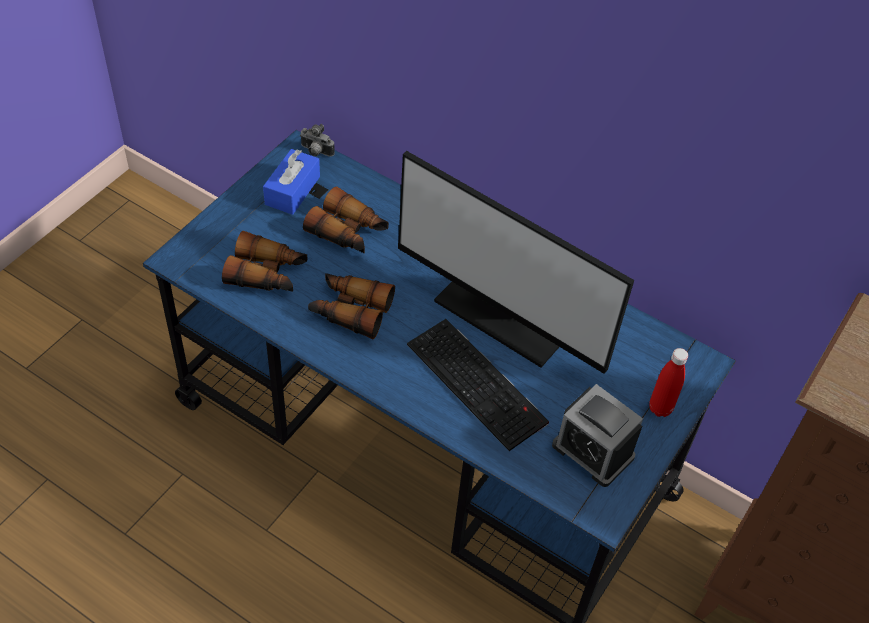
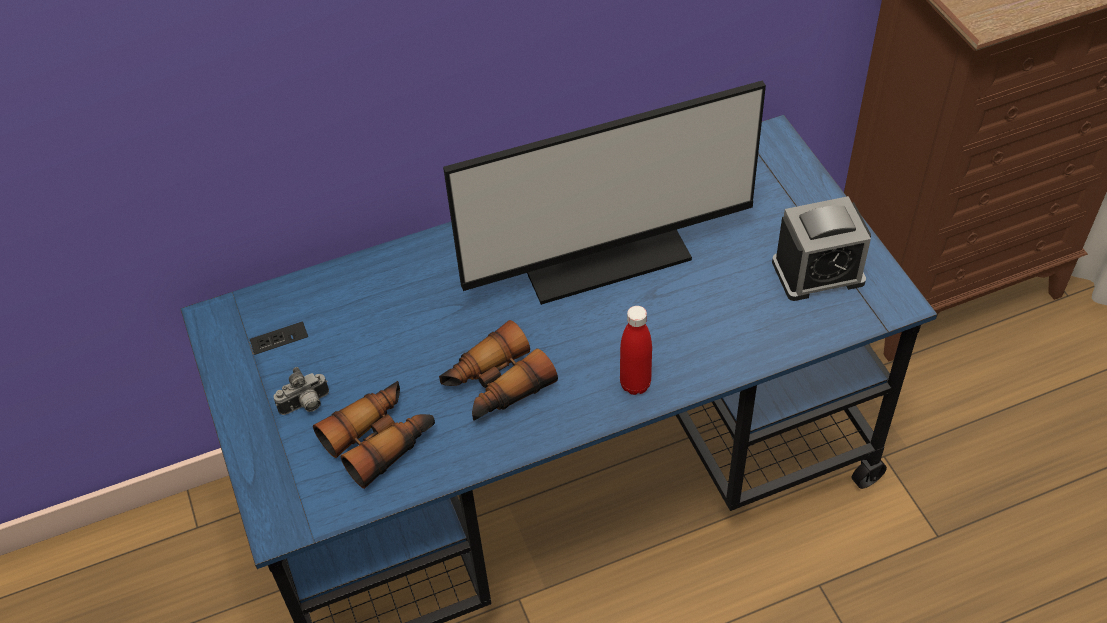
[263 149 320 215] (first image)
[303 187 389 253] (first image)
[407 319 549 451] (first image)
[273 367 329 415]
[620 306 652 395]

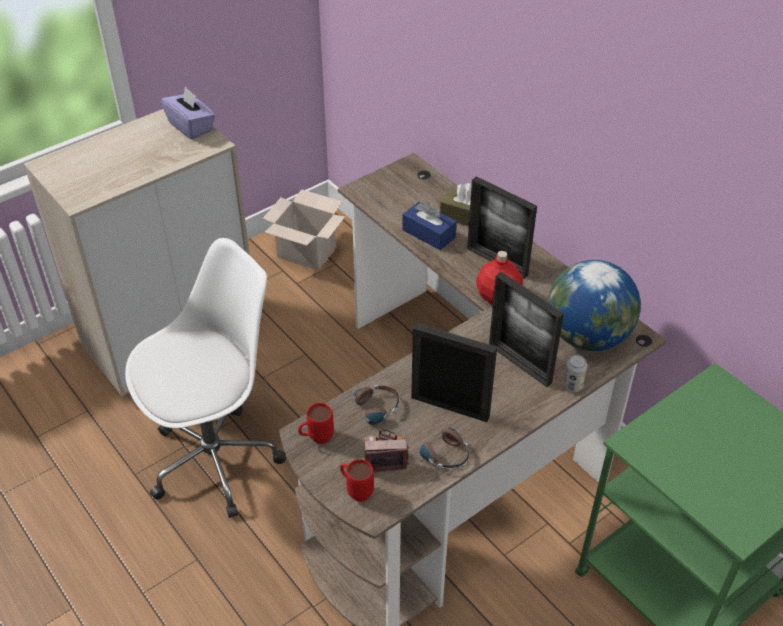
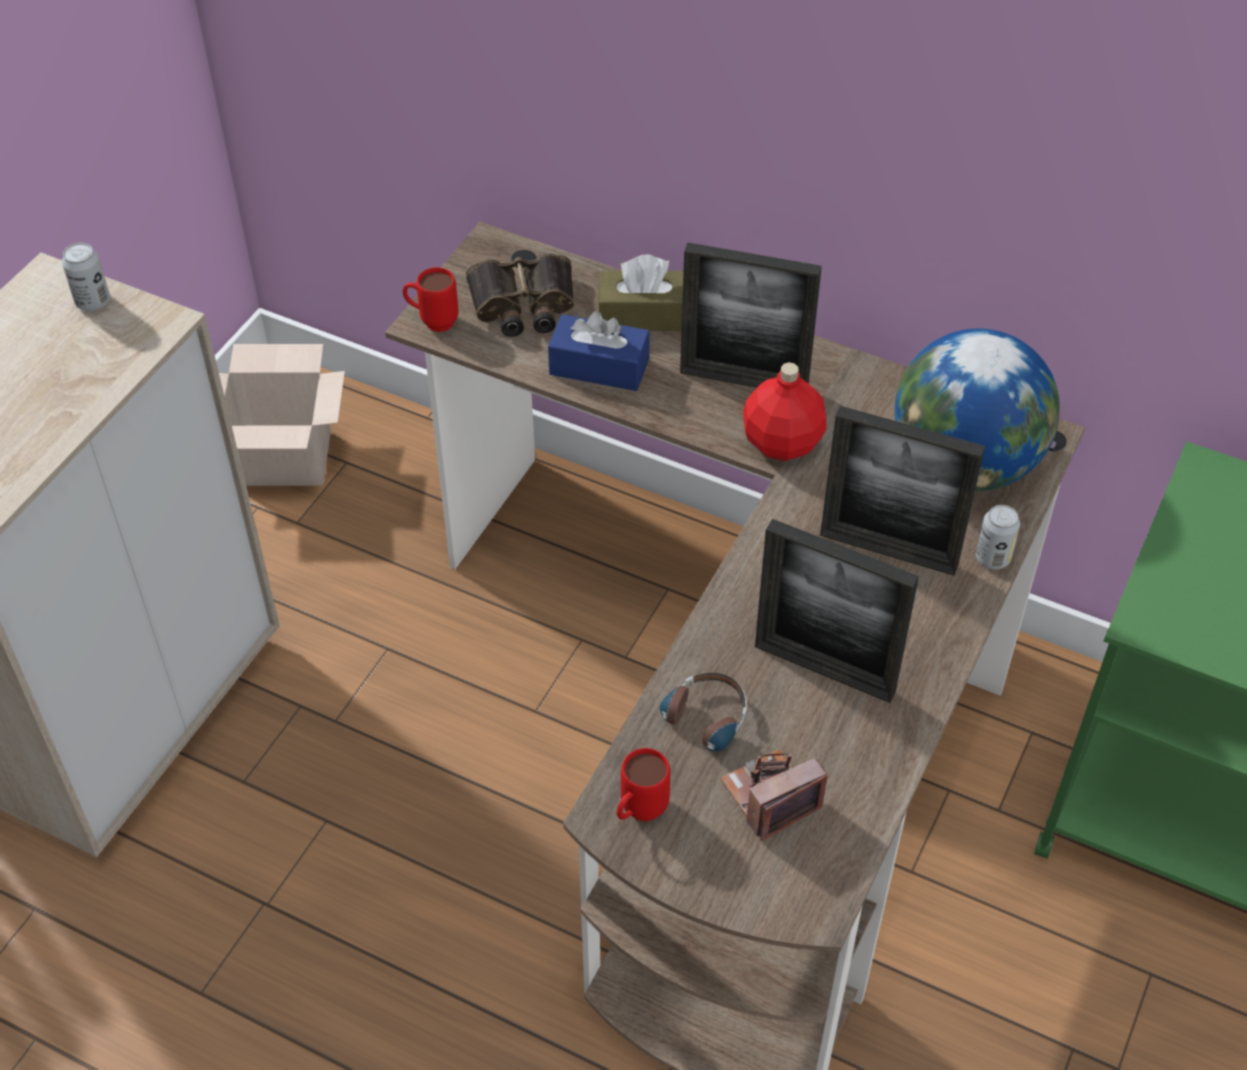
[125 238 286 518] (first image)
[420 422 470 470] (first image)
[466 253 575 337]
[403 267 458 332]
[62 243 110 311]
[755 519 919 703]

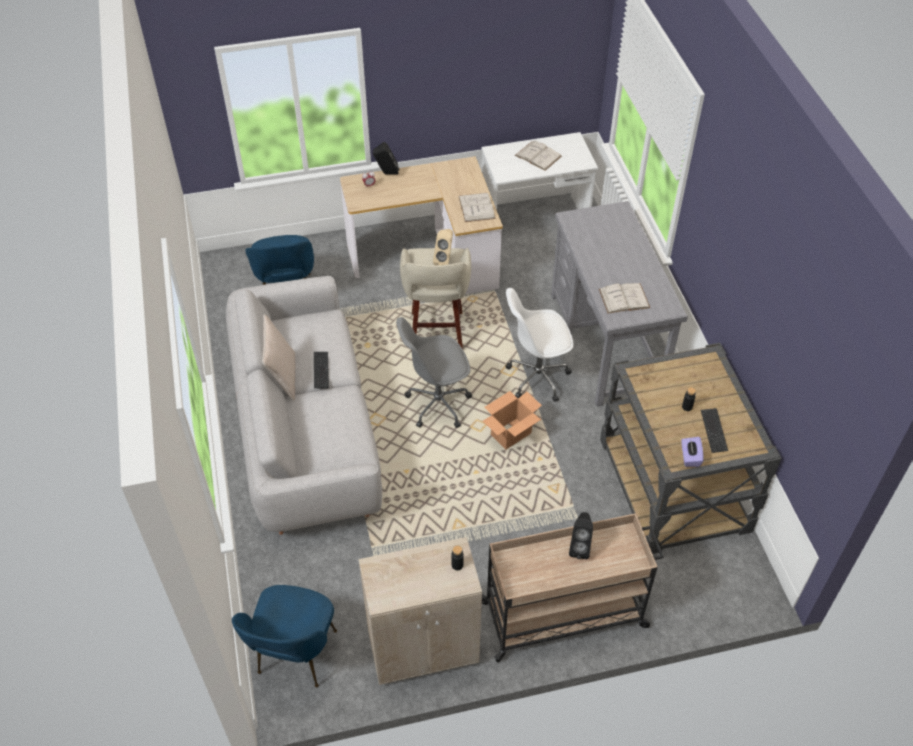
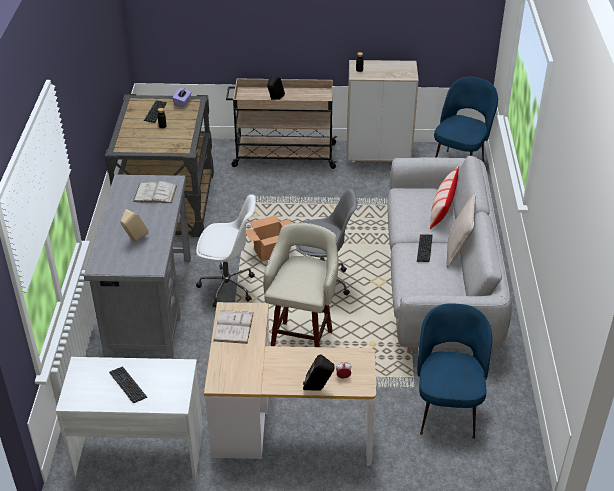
[430 166 459 229]
[120 209 149 241]
[109 366 147 403]

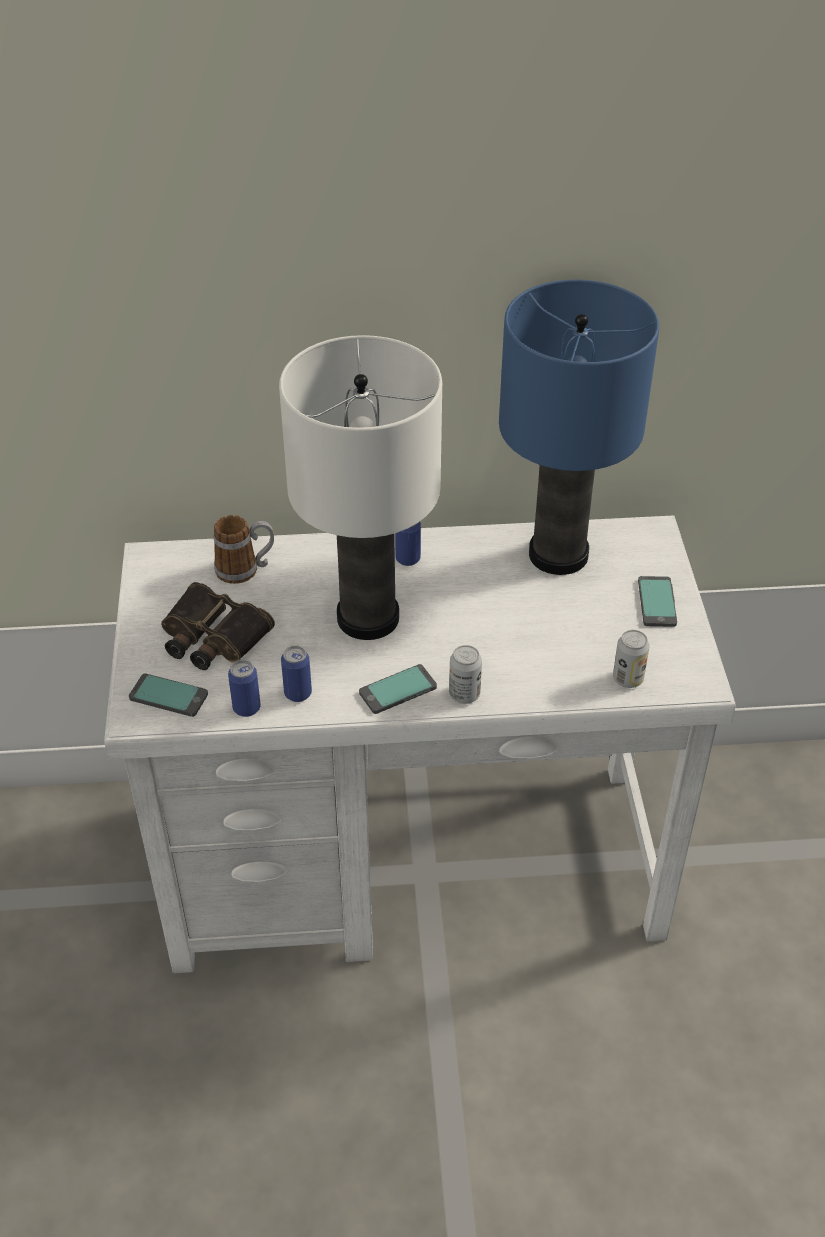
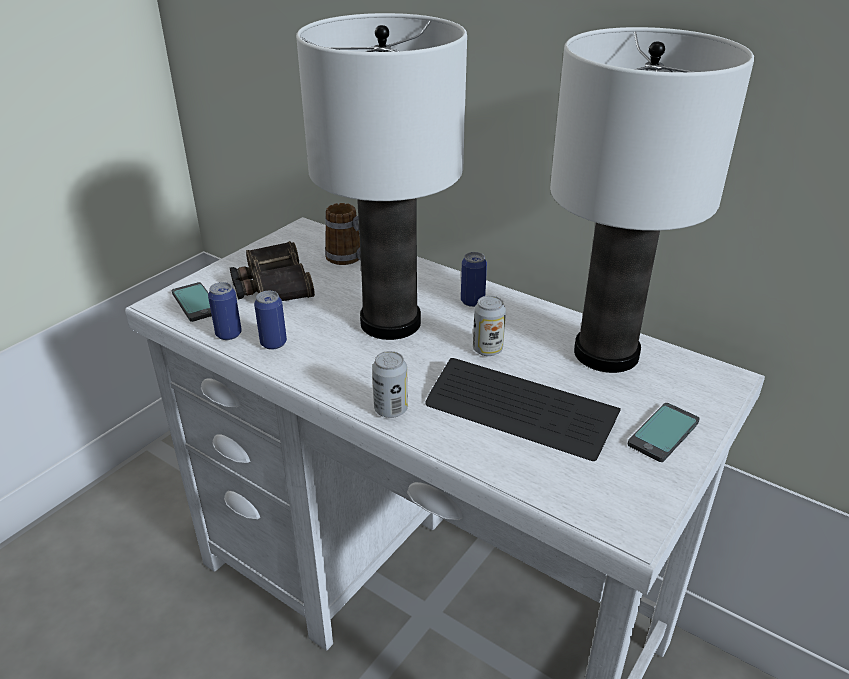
[359 664 437 714] (first image)
[425 358 621 461]
[473 296 506 356]
[550 27 754 373]

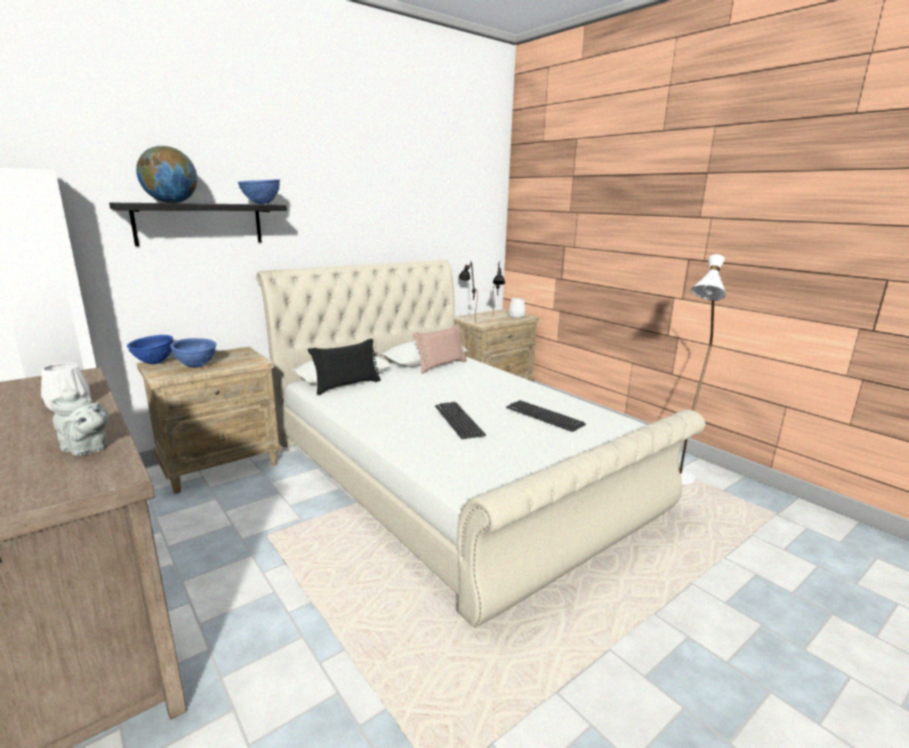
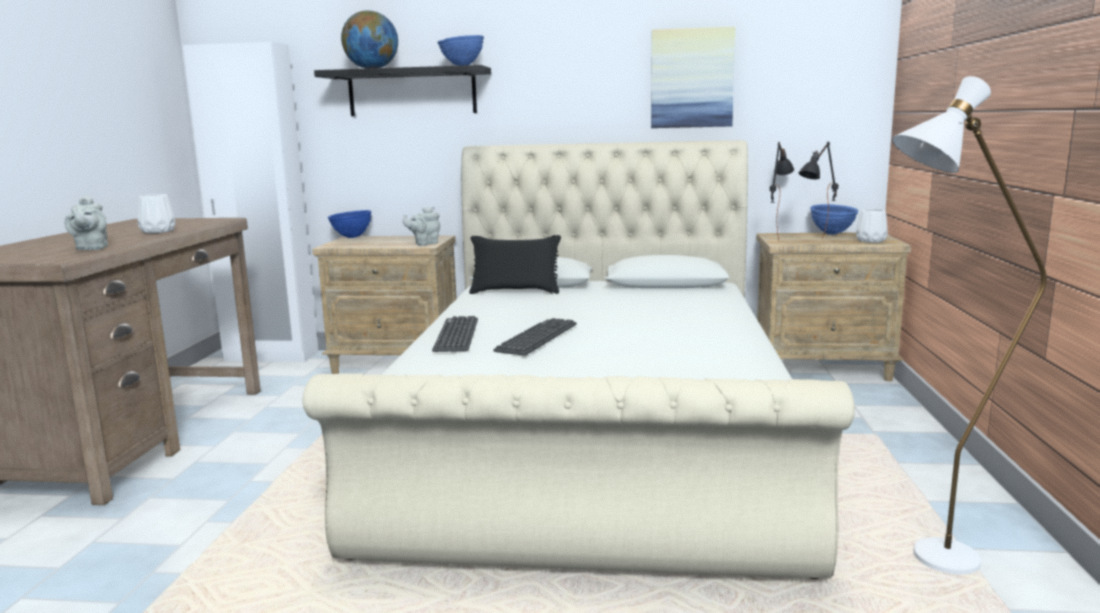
[412 324 467 374] (first image)
[403 207 440 245]
[651 27 735 128]
[810 204 858 235]
[432 316 478 352]

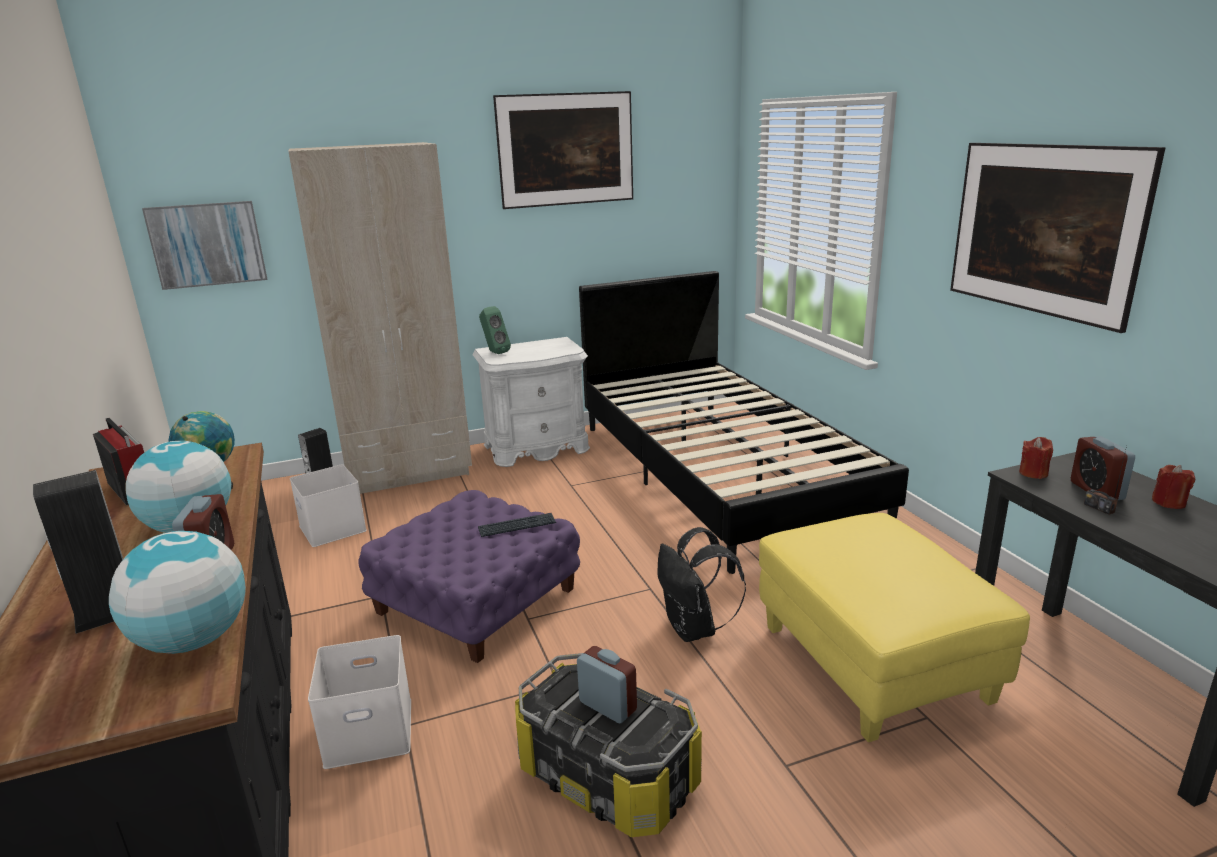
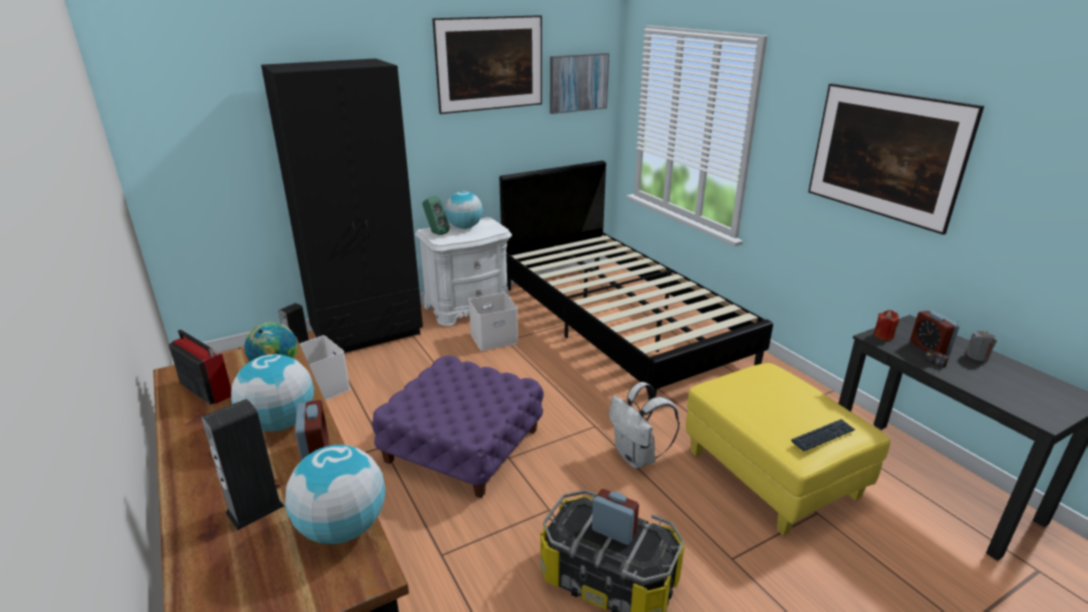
[445 191 483 229]
[550 53 609 114]
[469 293 518 351]
[791 419 855 451]
[261 59 423 355]
[609 382 680 469]
[966 330 997 361]

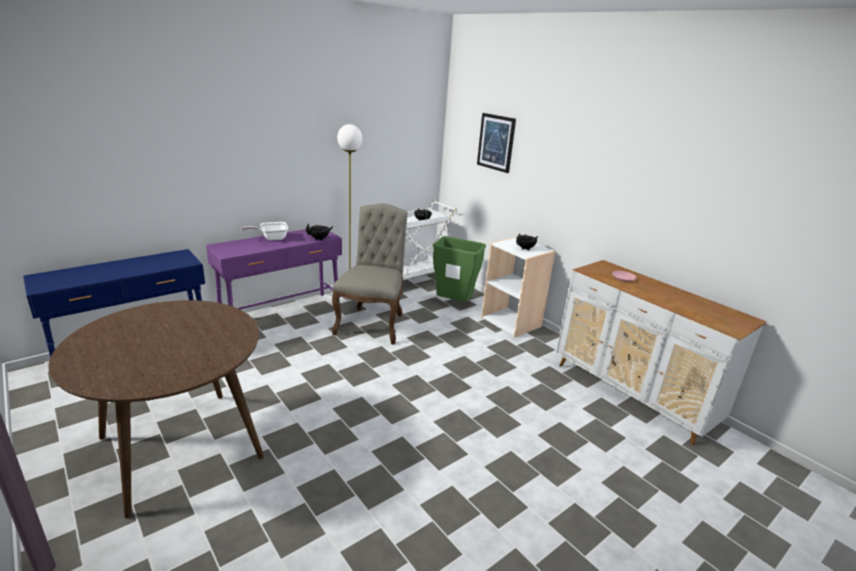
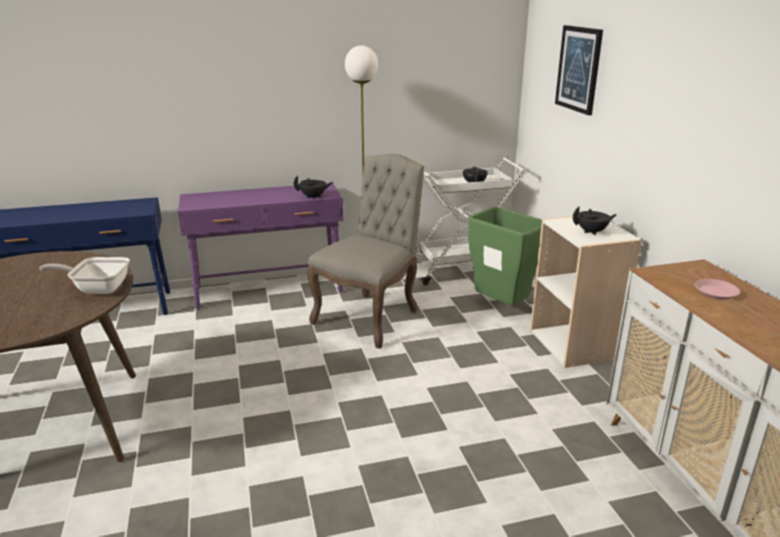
[39 257 130 294]

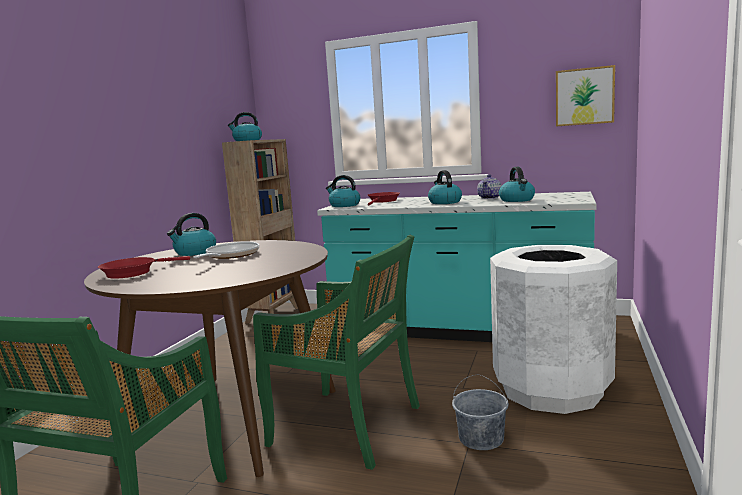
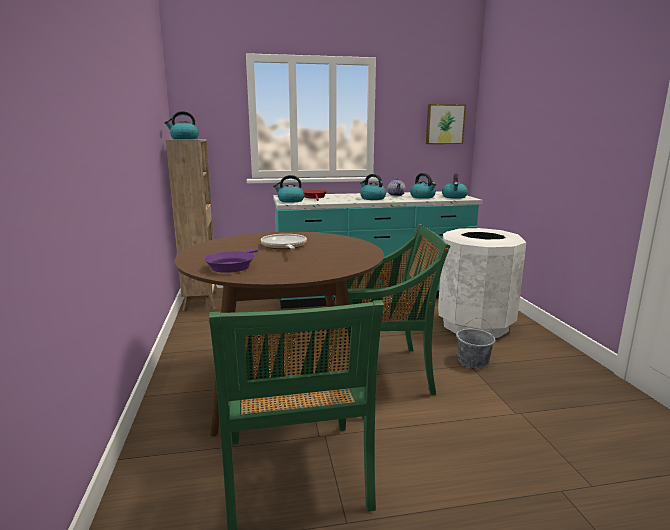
[442 173 468 199]
[204 248 258 273]

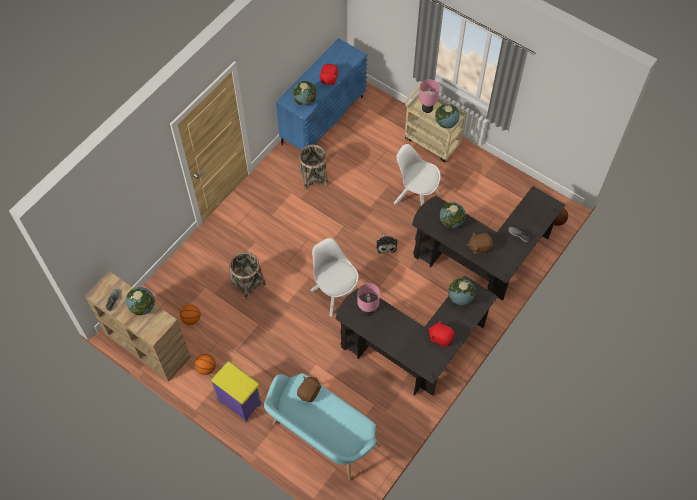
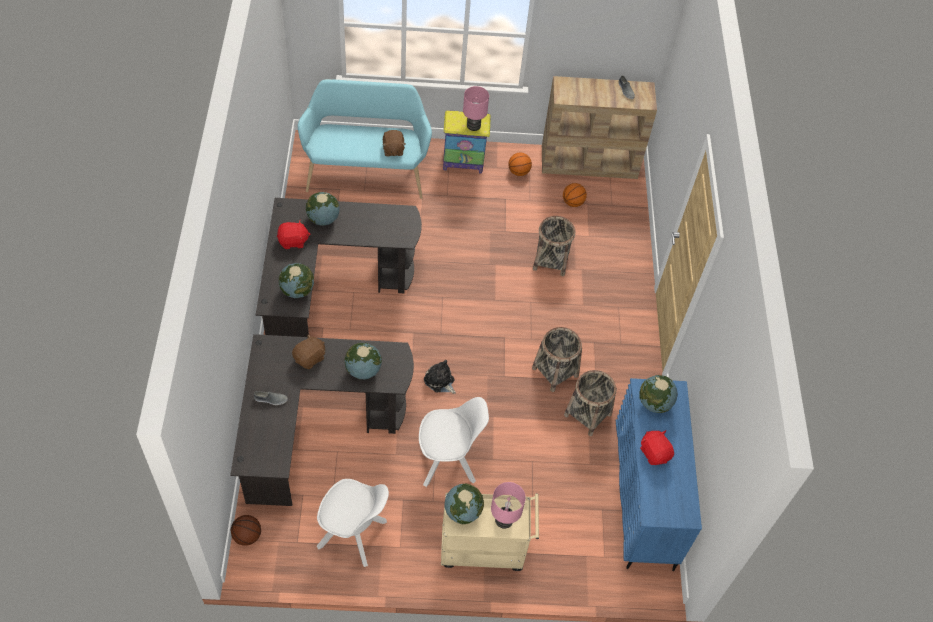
[532 327 582 392]
[306 192 340 226]
[317 479 389 567]
[463 86 489 131]

